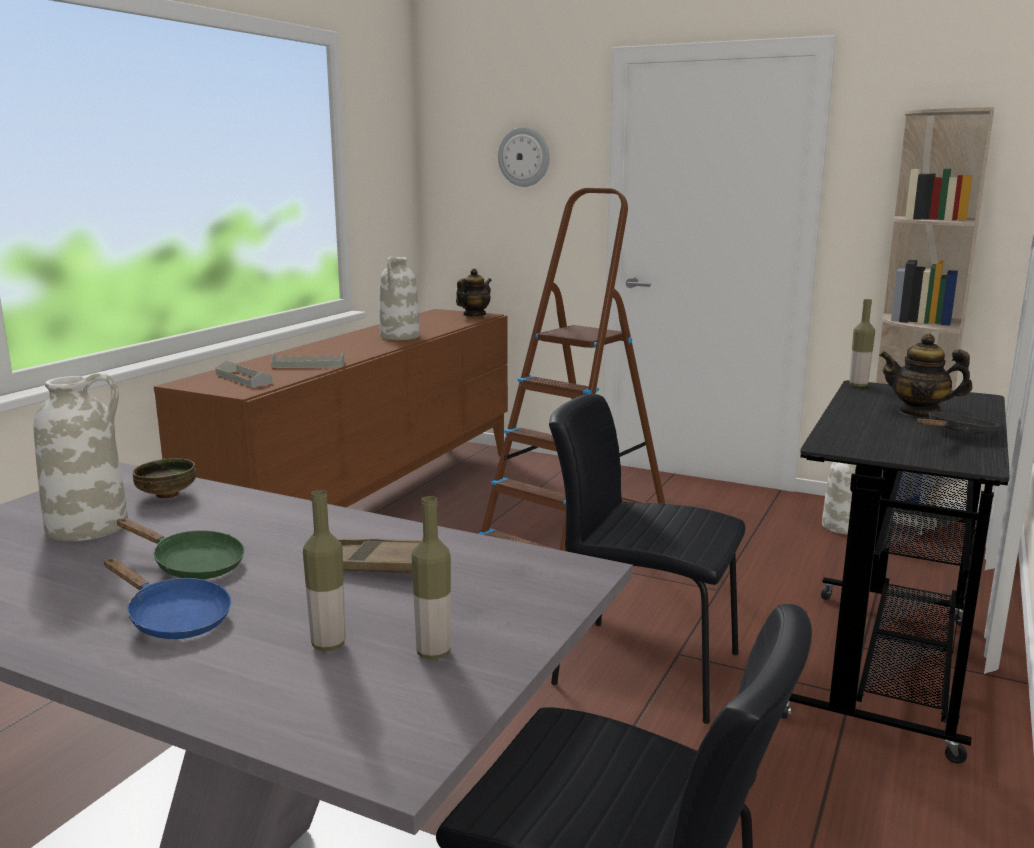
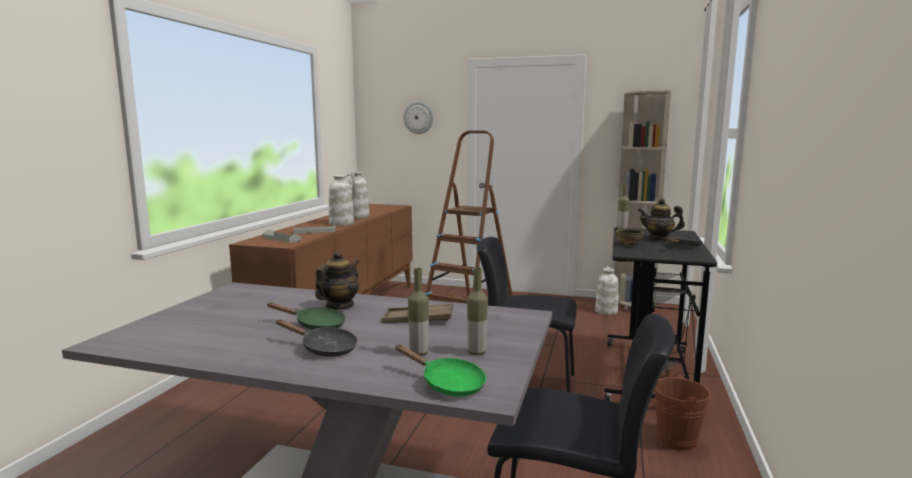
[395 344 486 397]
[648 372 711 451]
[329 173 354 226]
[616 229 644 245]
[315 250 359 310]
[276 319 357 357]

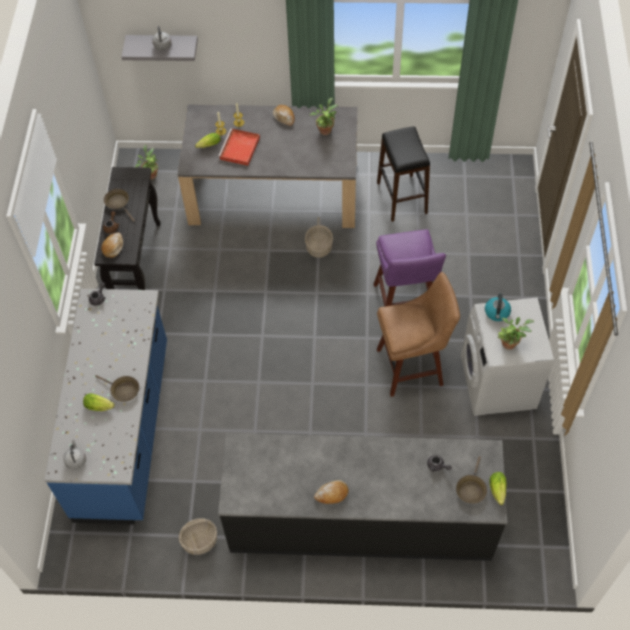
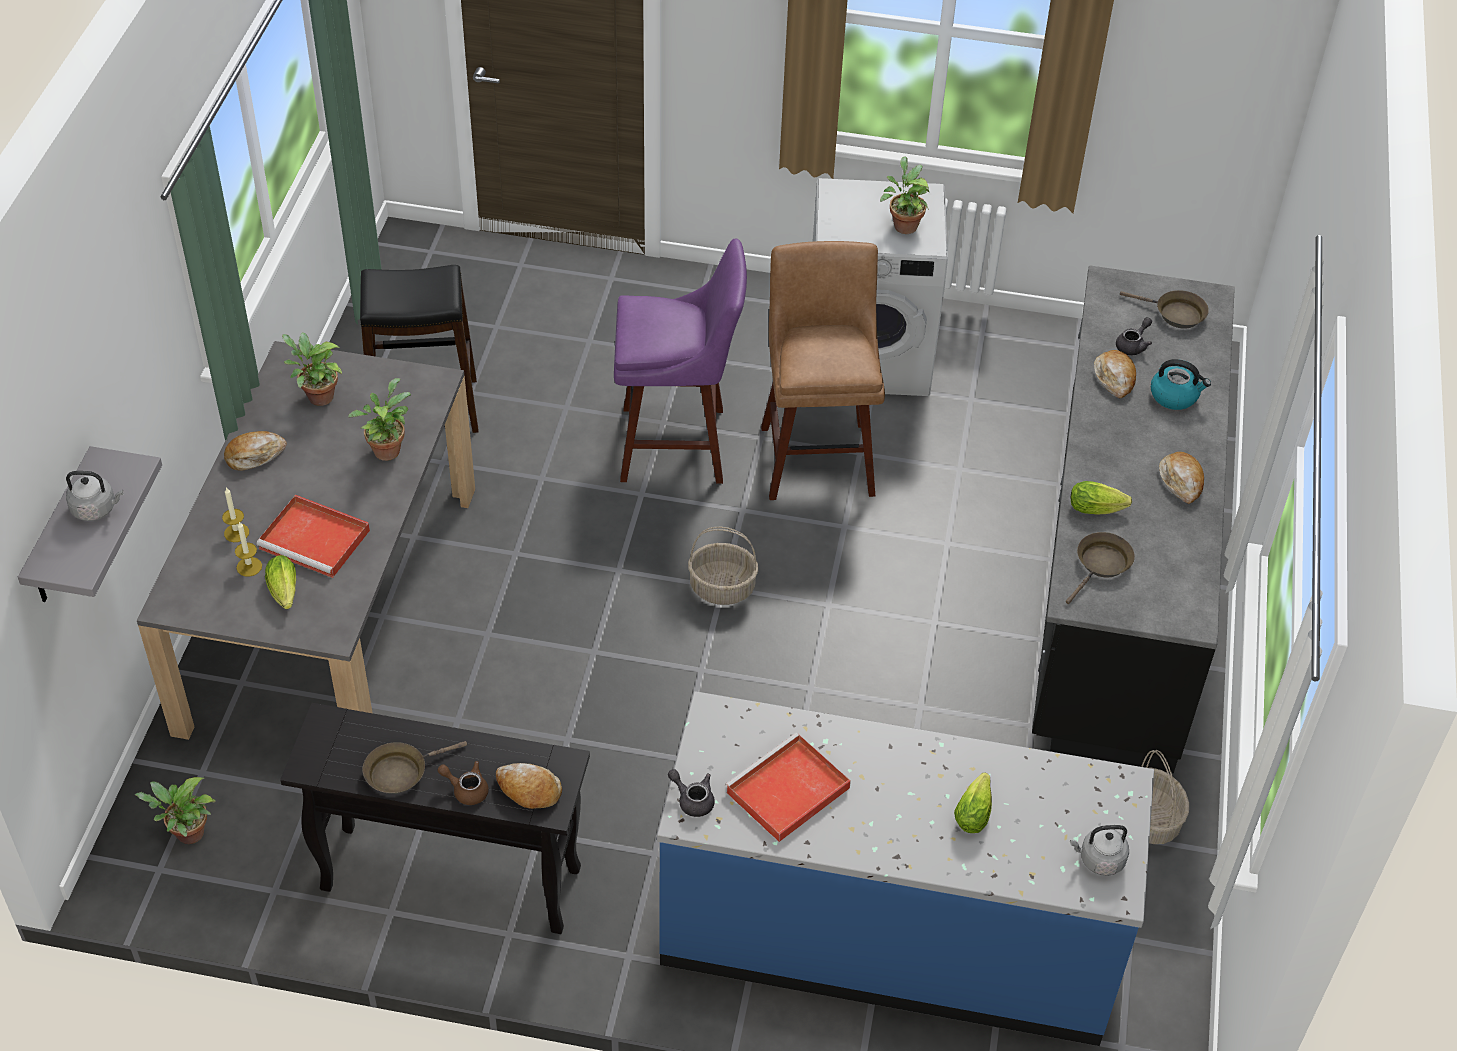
[348 378 411 461]
[725 733 851 842]
[1094 350 1136 398]
[1066 532 1135 604]
[688 527 758 605]
[1151 359 1211 410]
[1071 481 1132 515]

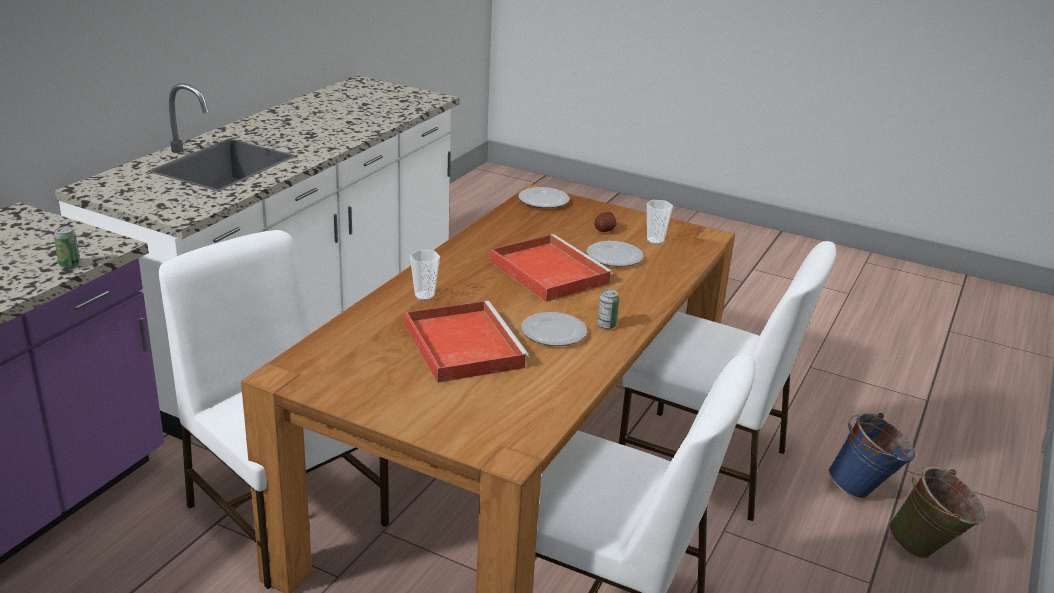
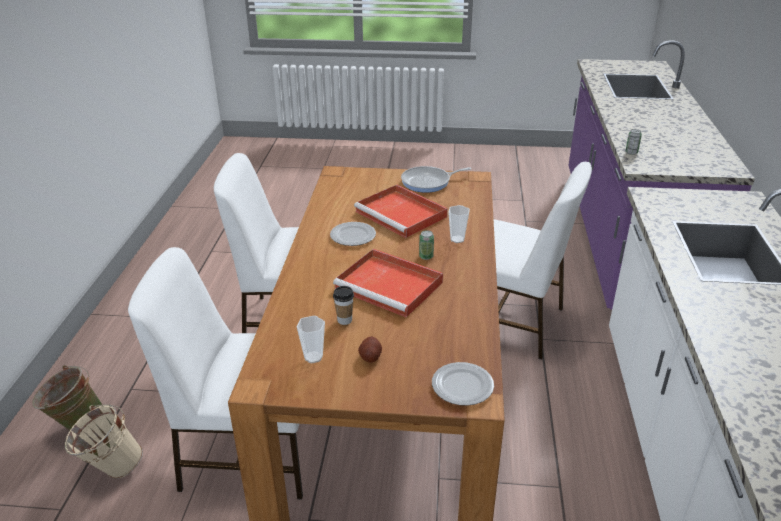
[401 166 471 193]
[419 230 434 260]
[333 286 354 325]
[65 404 143 479]

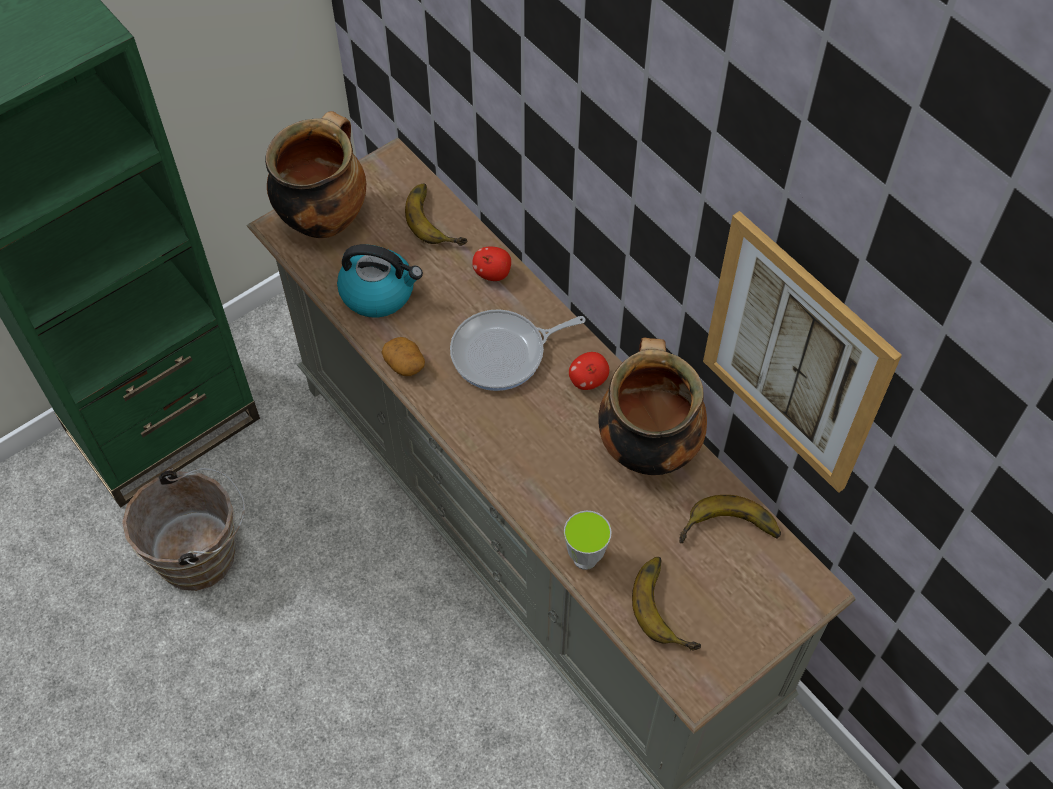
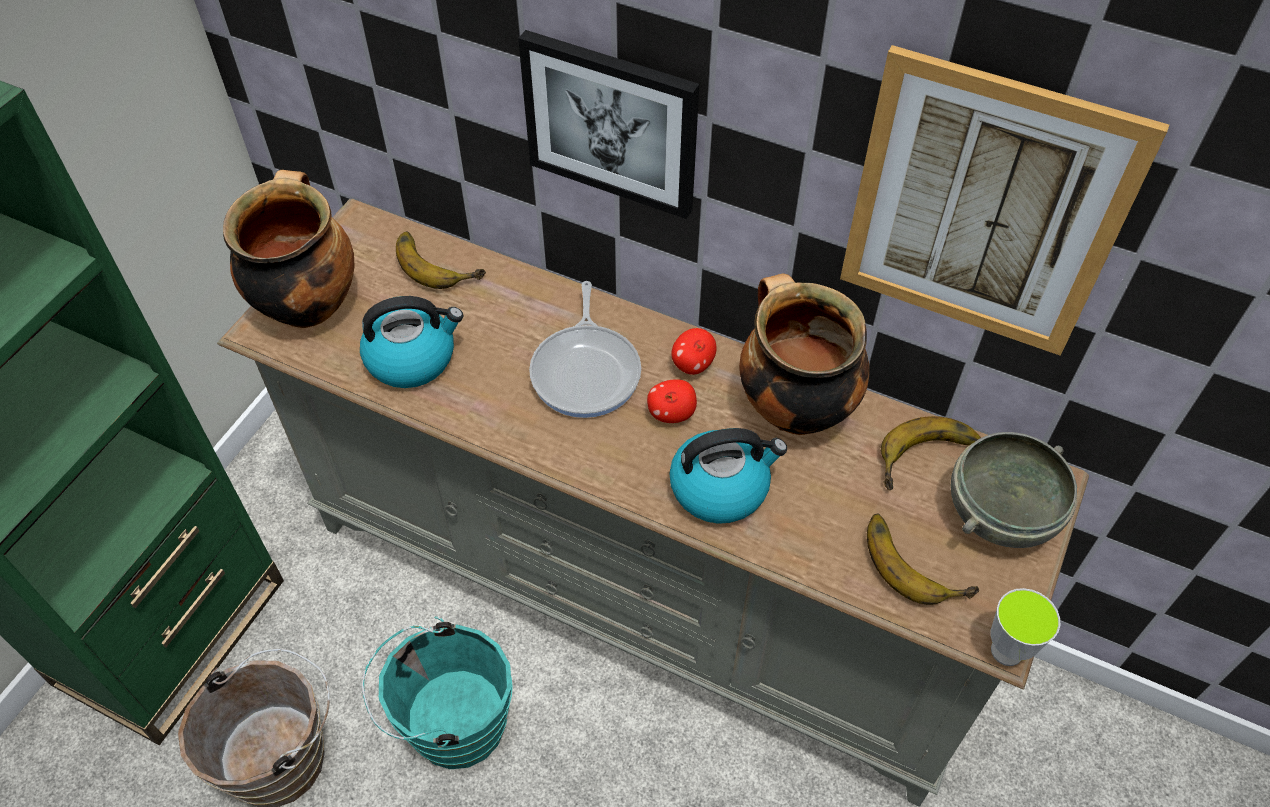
[381 337 425 376] (first image)
[362 616 513 769]
[518 30 699 219]
[669 428 787 524]
[951 432 1077 548]
[647 379 697 423]
[990 588 1060 666]
[529 281 641 418]

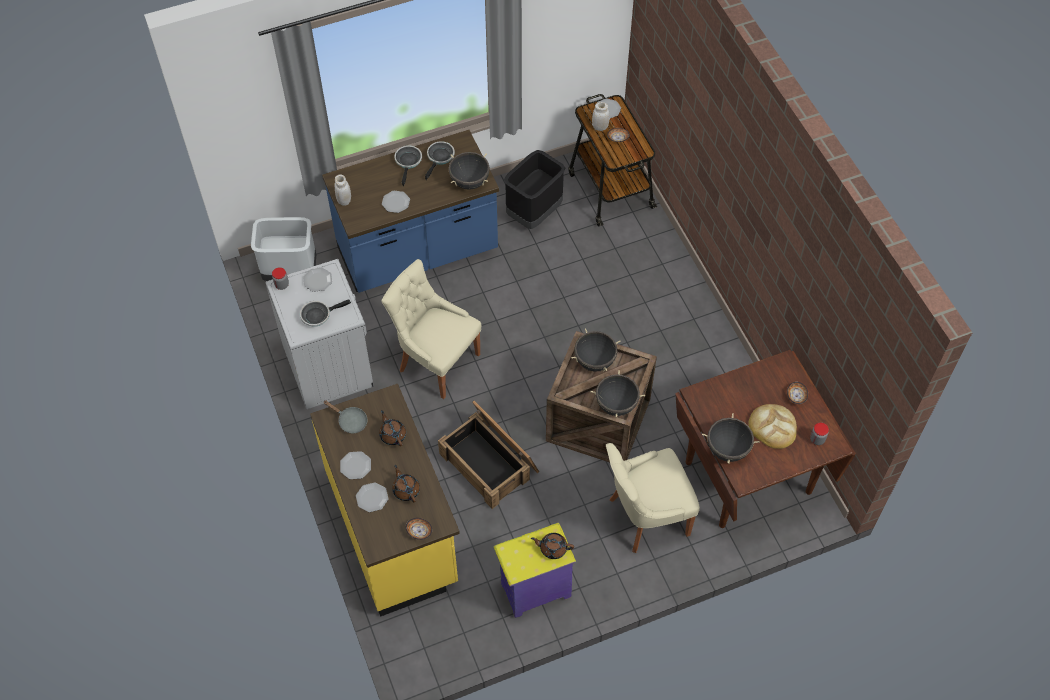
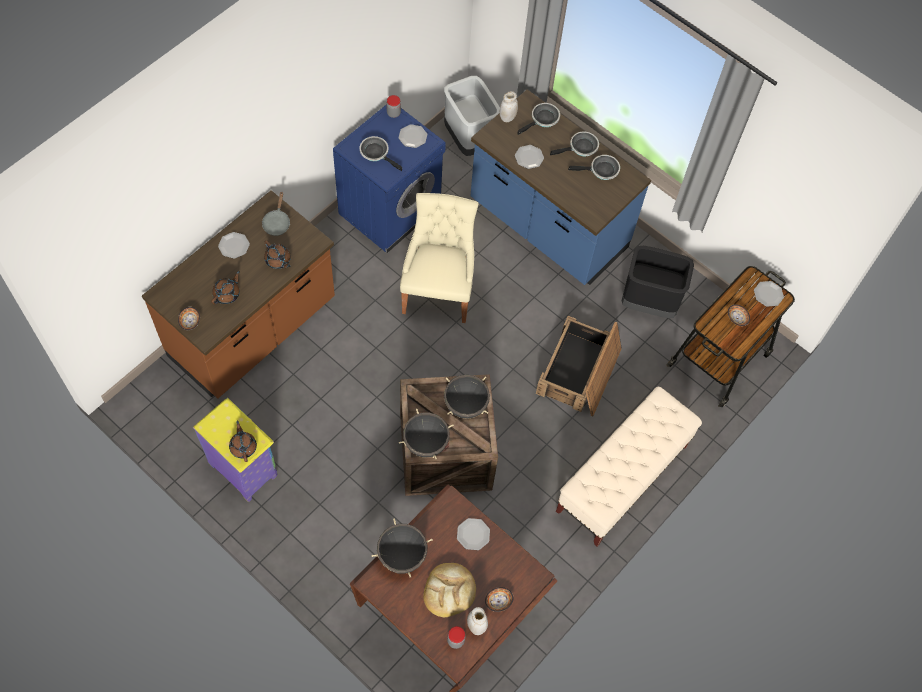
[448 152 490 190] (first image)
[606 443 700 553] (first image)
[518 103 560 135]
[556 387 702 546]
[457 518 490 550]
[536 316 622 416]
[467 607 488 635]
[333 104 446 253]
[142 190 335 399]
[264 240 291 269]

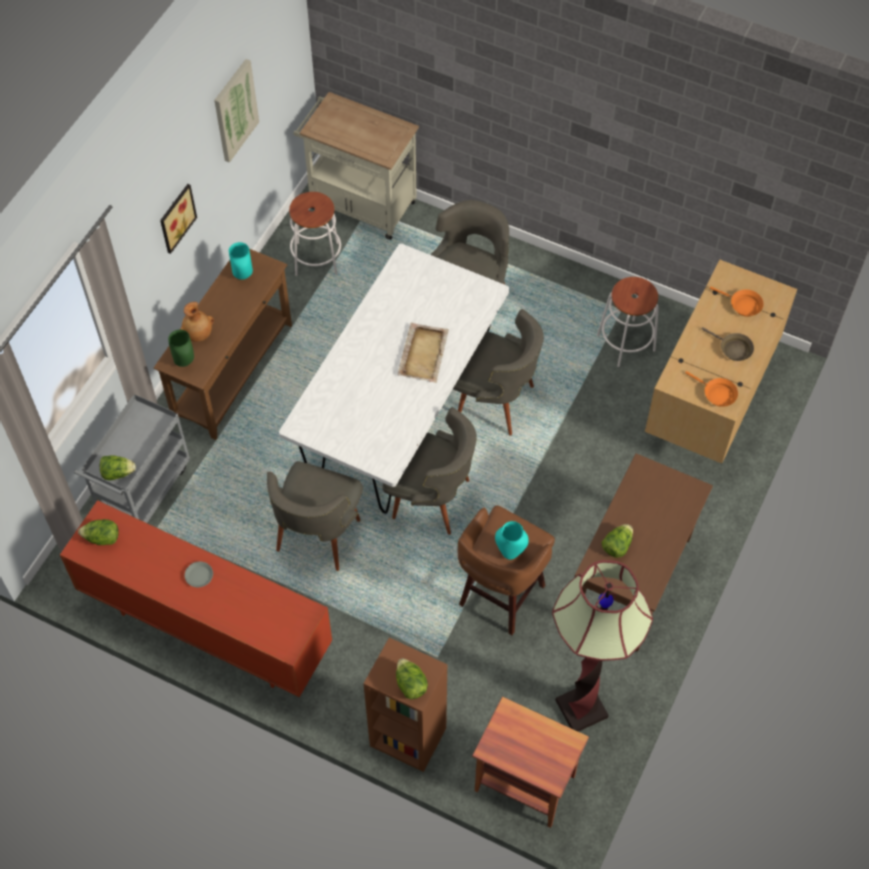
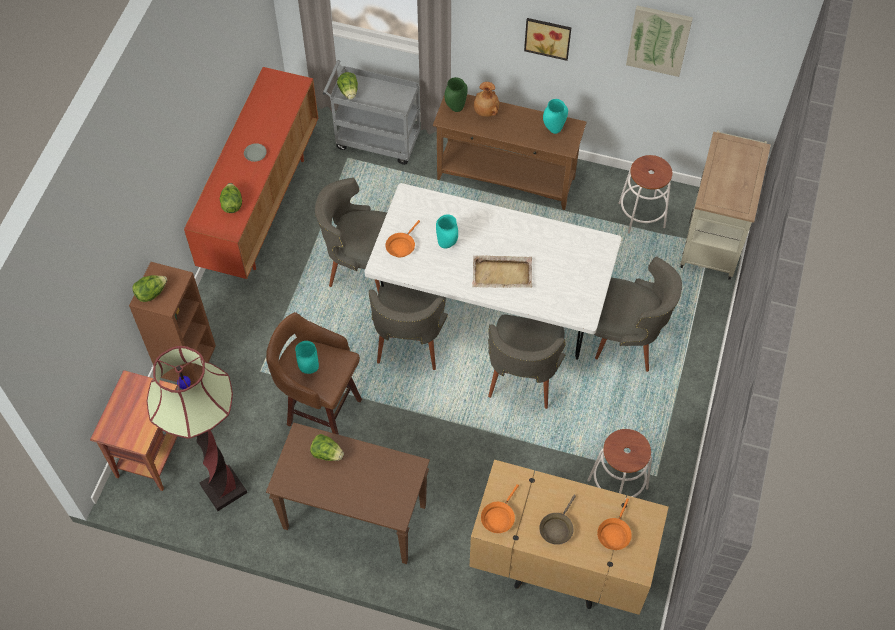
[385 220 420 257]
[436 214 458 249]
[220 183 242 213]

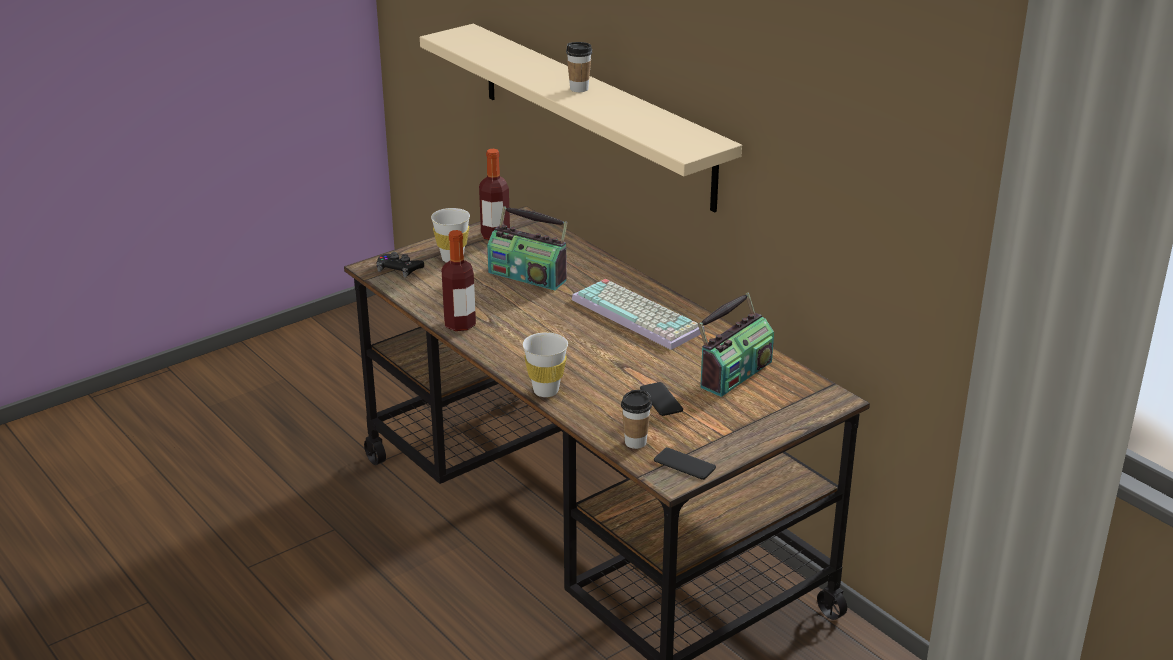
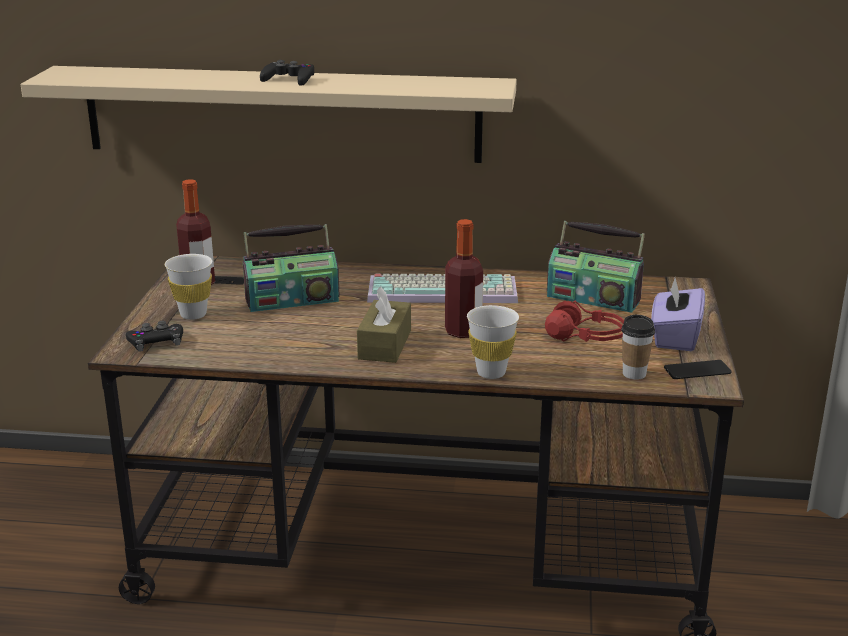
[357 287 411 363]
[651 278 705 351]
[445 219 483 338]
[260 60 314 86]
[545 301 624 342]
[547 221 645 313]

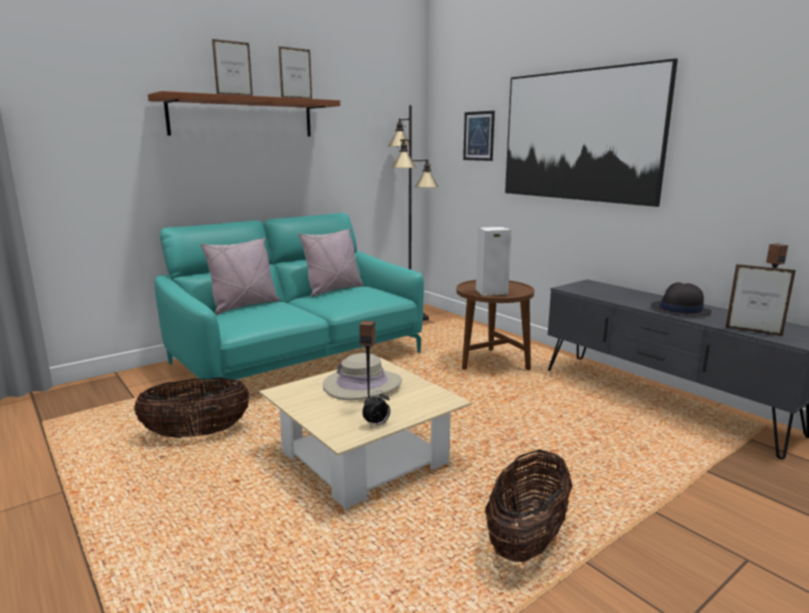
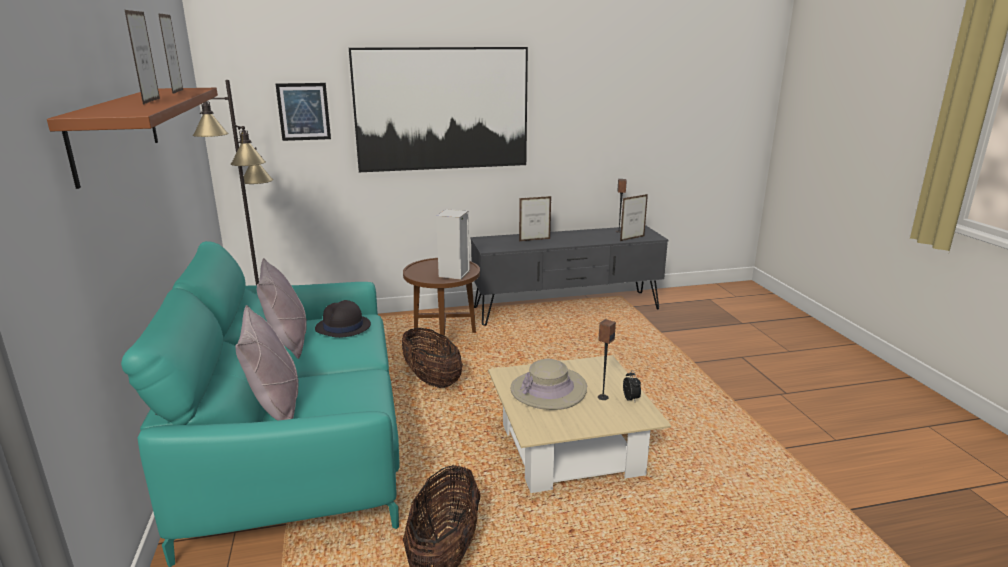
[519 196 551 241]
[402 328 463 388]
[315 300 371 338]

